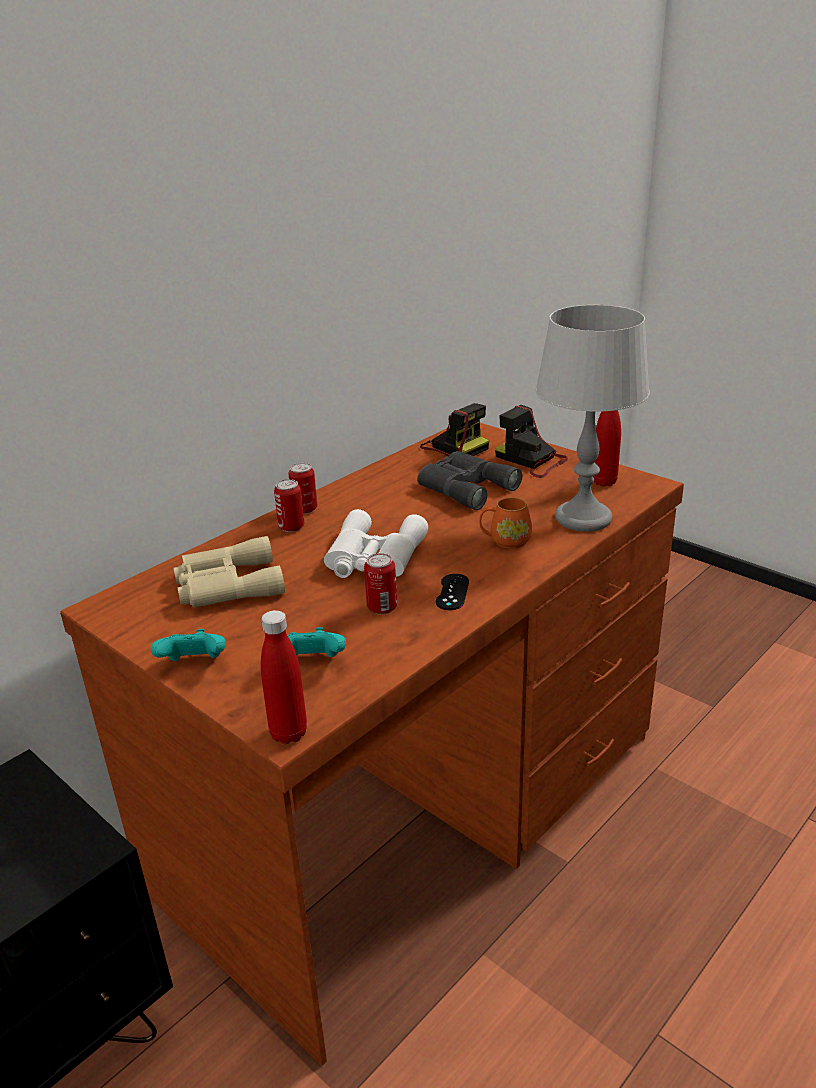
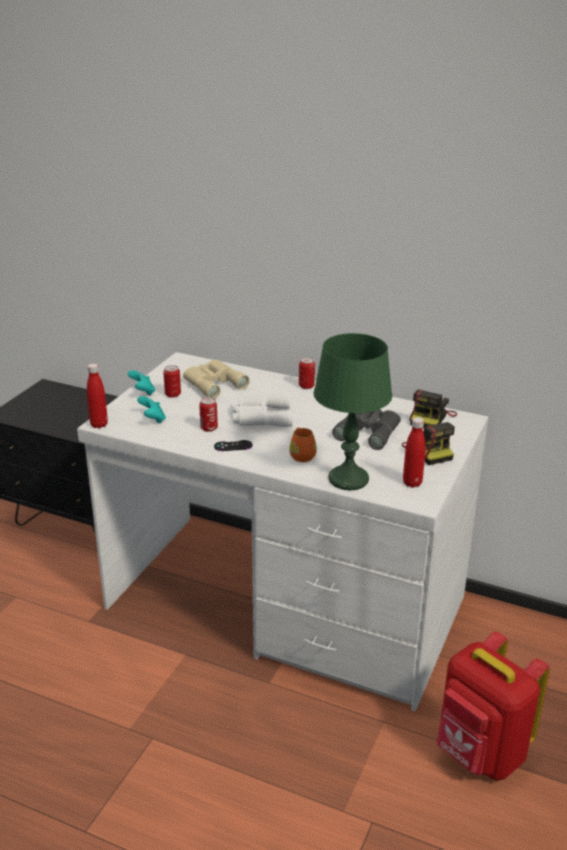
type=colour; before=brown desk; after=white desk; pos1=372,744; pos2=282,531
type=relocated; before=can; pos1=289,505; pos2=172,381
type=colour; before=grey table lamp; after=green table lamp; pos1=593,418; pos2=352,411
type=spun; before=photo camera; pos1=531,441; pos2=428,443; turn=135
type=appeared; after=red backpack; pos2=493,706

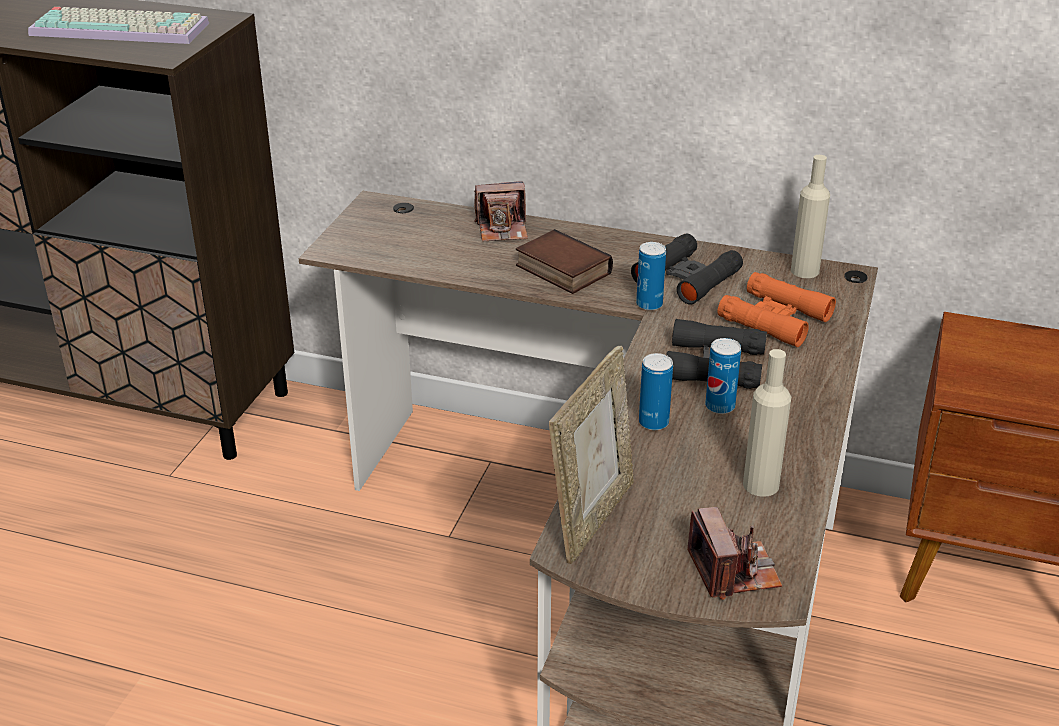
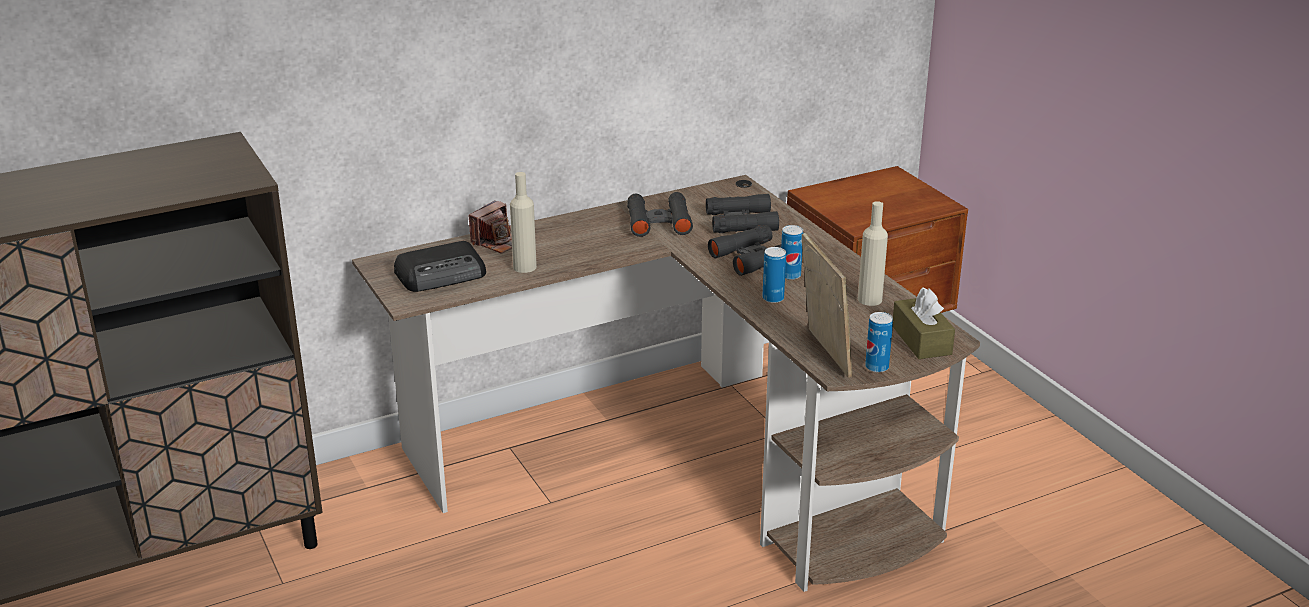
type=appeared; after=radio; pos2=440,266
type=relocated; before=beige bottle; pos1=810,216; pos2=523,222
type=colour; before=orange binoculars; after=black binoculars; pos1=777,309; pos2=742,213
type=relocated; before=can; pos1=651,276; pos2=879,342
type=exchanged; before=photo camera; after=brown tissue box; pos1=734,553; pos2=924,323
type=missing; before=keyboard; pos1=118,25
type=missing; before=book; pos1=564,261

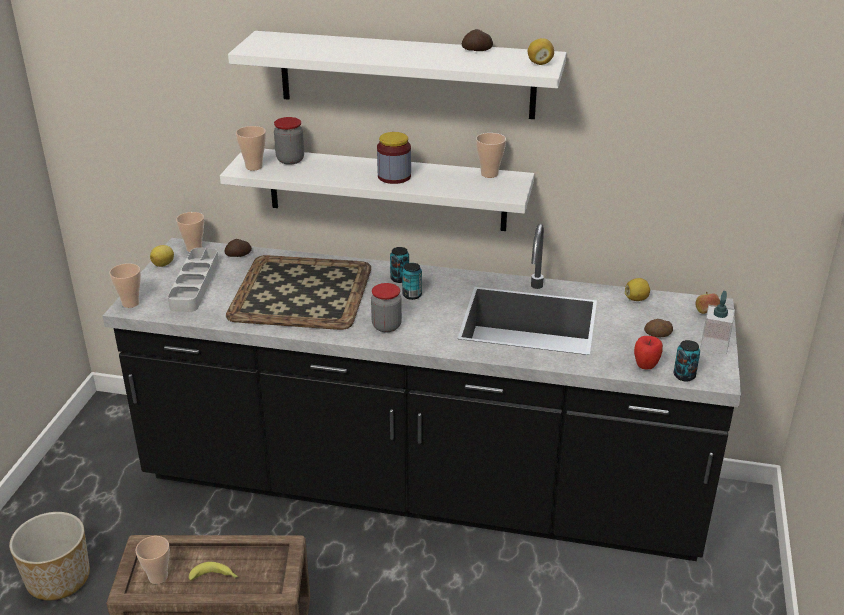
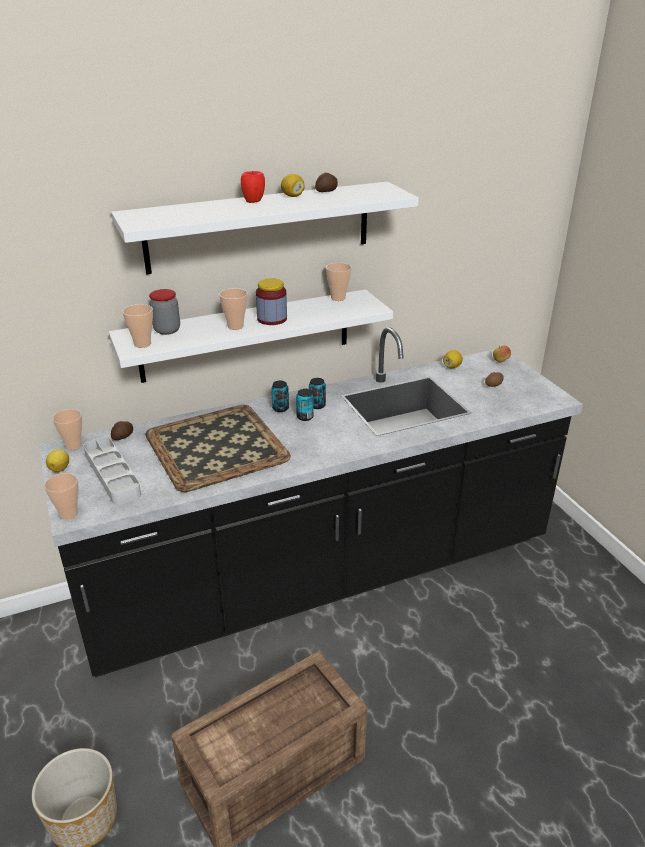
type=relocated; before=cup; pos1=153,560; pos2=233,309
type=relocated; before=apple; pos1=648,352; pos2=253,187
type=relocated; before=lemon; pos1=541,51; pos2=293,185
type=relocated; before=can; pos1=687,360; pos2=317,393
type=missing; before=banana; pos1=213,571
type=missing; before=jar; pos1=386,307
type=missing; before=soap dispenser; pos1=717,322

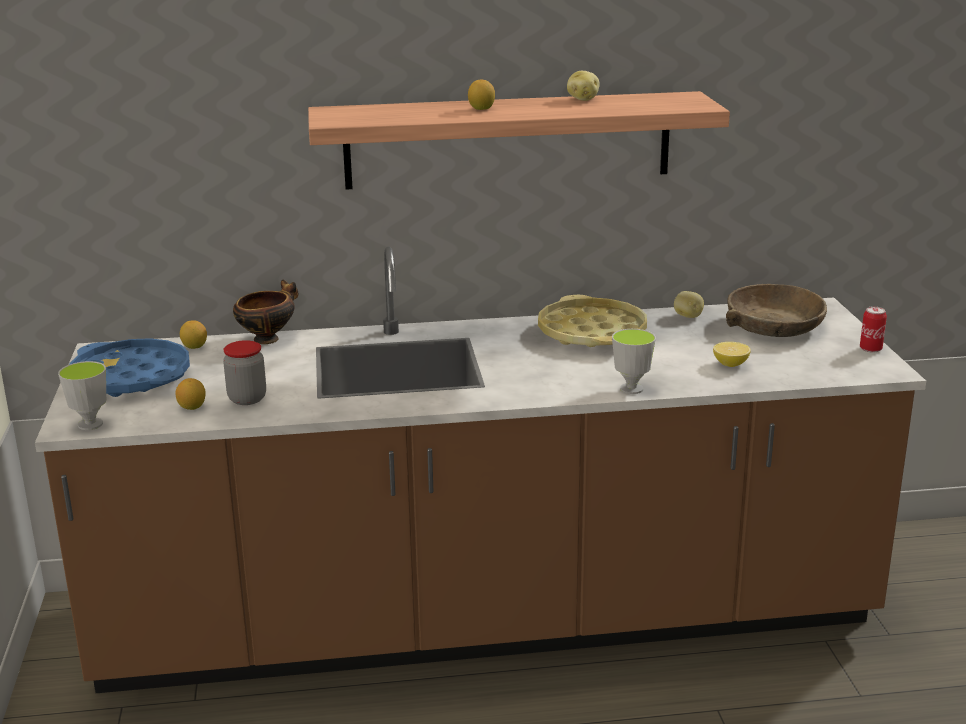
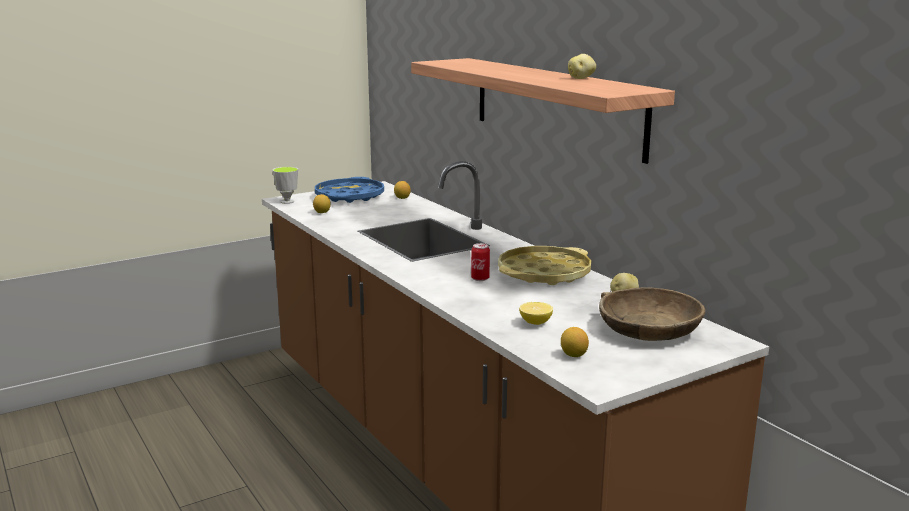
type=relocated; before=can; pos1=873,330; pos2=480,262
type=relocated; before=lemon; pos1=481,95; pos2=575,342
type=missing; before=jar; pos1=244,372
type=missing; before=bowl; pos1=266,312
type=missing; before=cup; pos1=634,361

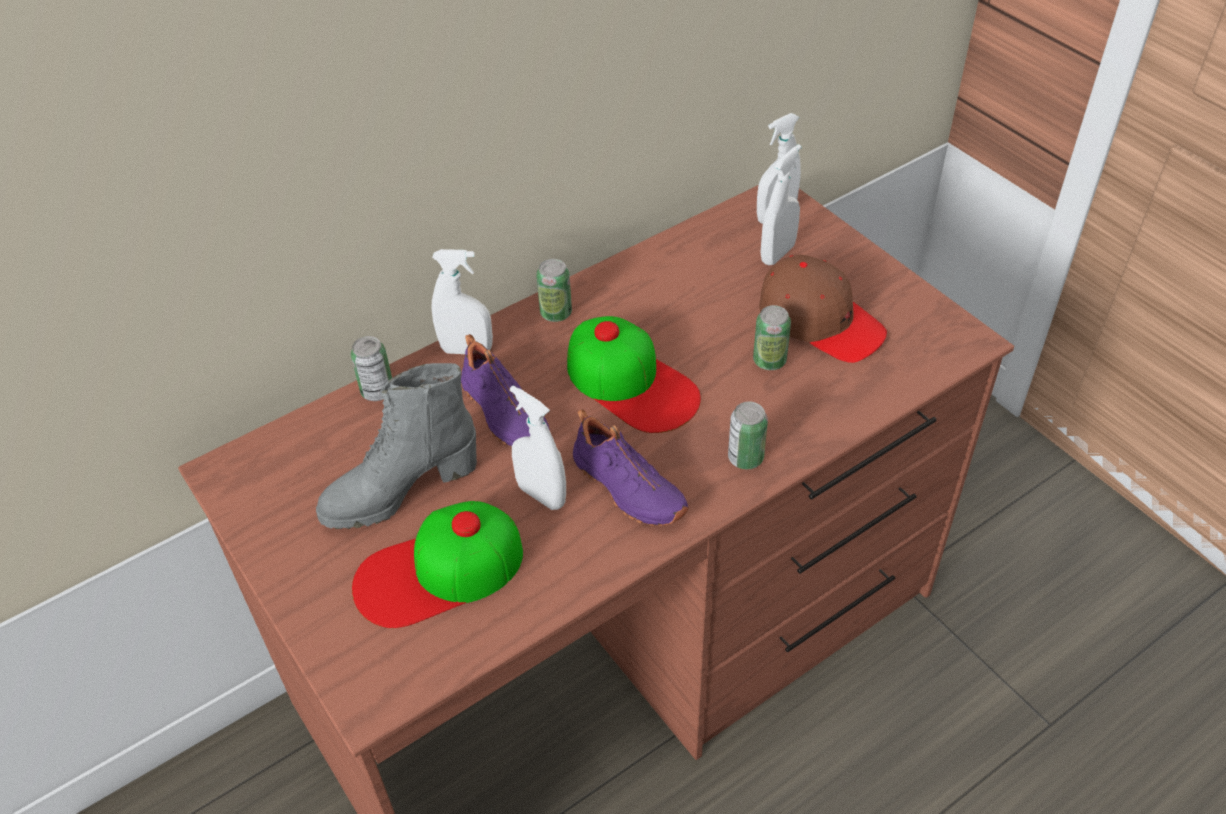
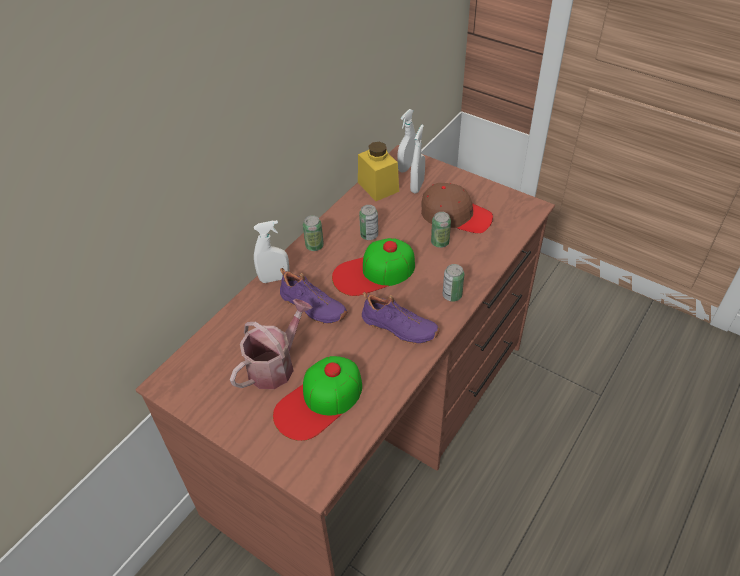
type=exchanged; before=grey boot; after=watering can; pos1=396,446; pos2=271,344
type=spun; before=cap; pos1=634,374; pos2=373,267; turn=135
type=appeared; after=yellow jar; pos2=378,171
type=relocated; before=can; pos1=371,368; pos2=368,222
type=missing; before=white spray bottle; pos1=538,447

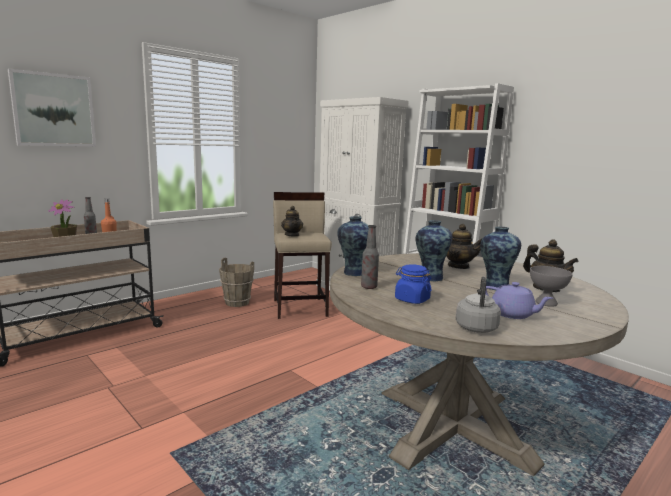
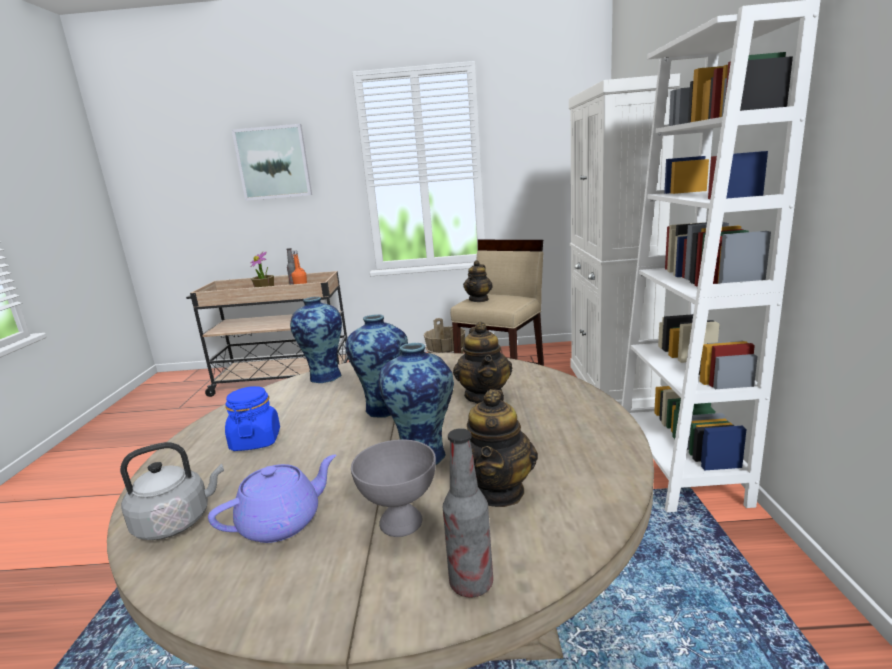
type=spun; before=purple teapot; pos1=519,300; pos2=272,498; turn=-120
type=relocated; before=bottle; pos1=370,257; pos2=468,512

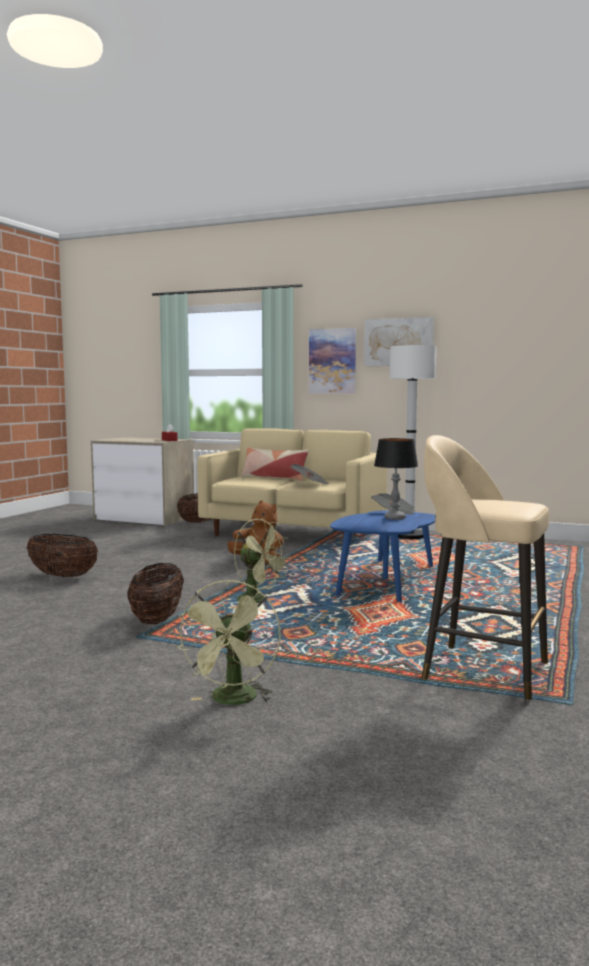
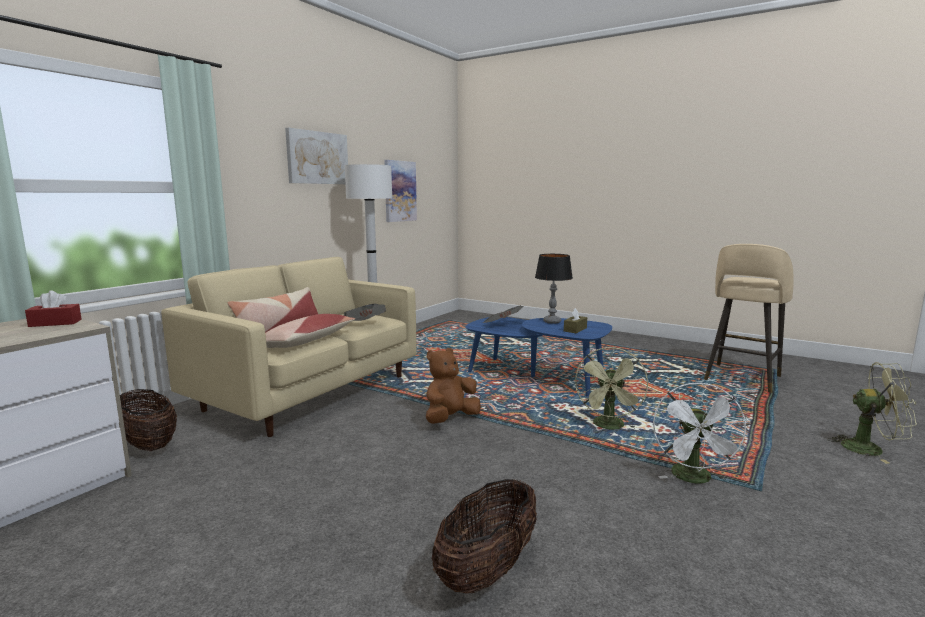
type=appeared; after=pillow; pos2=310,331
type=relocated; before=picture; pos1=332,361; pos2=401,191
type=appeared; after=brown tissue box; pos2=575,320
type=spun; before=green fan; pos1=262,561; pos2=611,388; turn=150
type=exchanged; before=basket; after=white fan; pos1=155,594; pos2=701,433

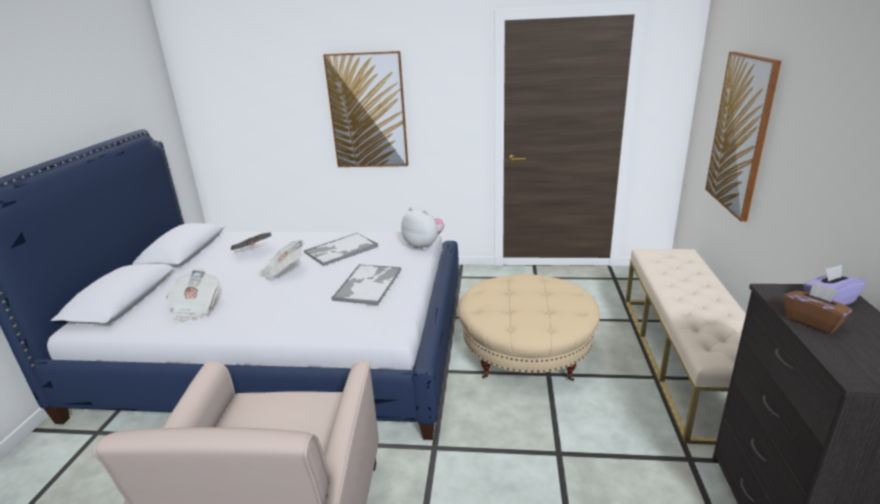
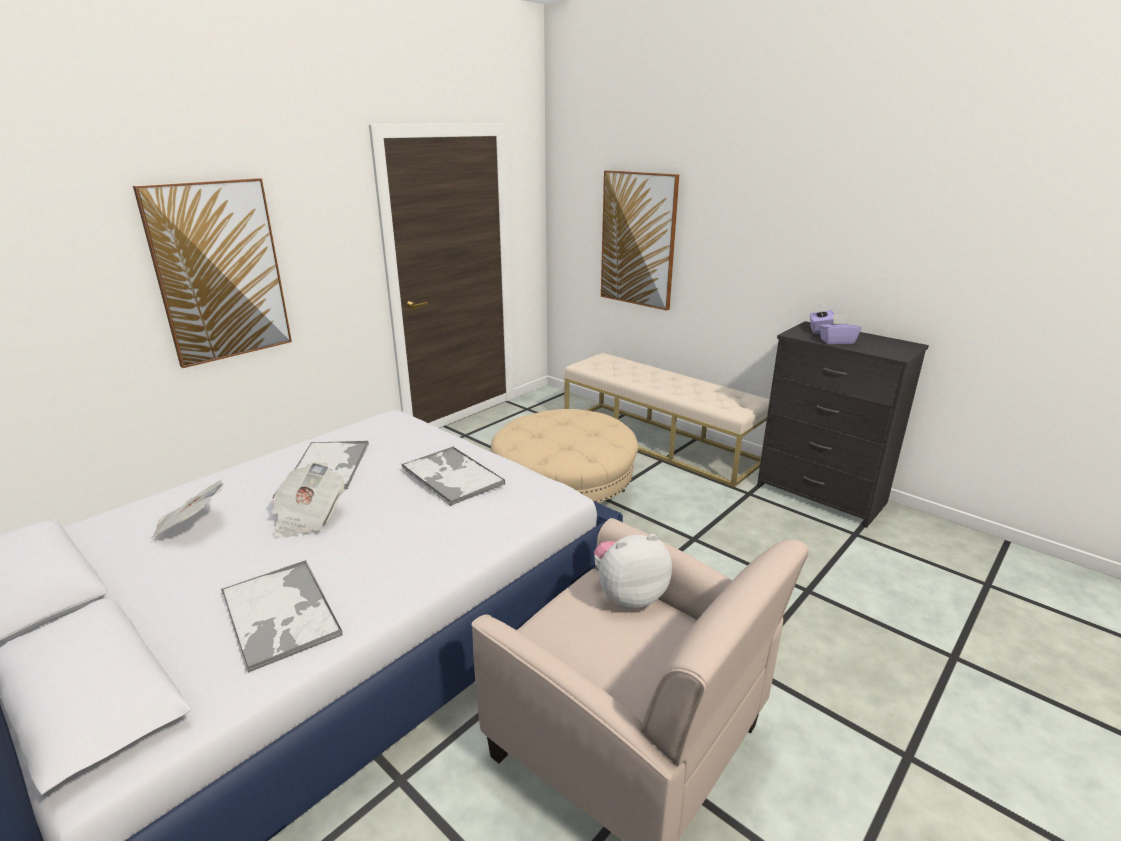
type=exchanged; before=newspaper; after=tray; pos1=193,296; pos2=282,616
type=relocated; before=plush toy; pos1=422,228; pos2=633,571
type=colour; before=brown tissue box; after=purple tissue box; pos1=818,308; pos2=840,329

